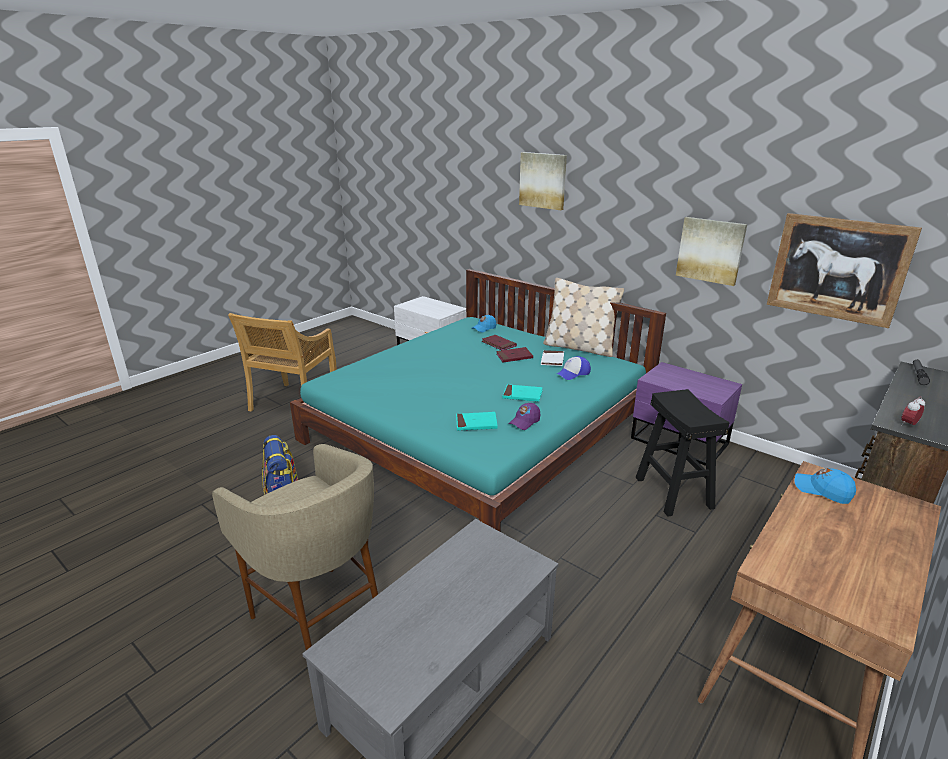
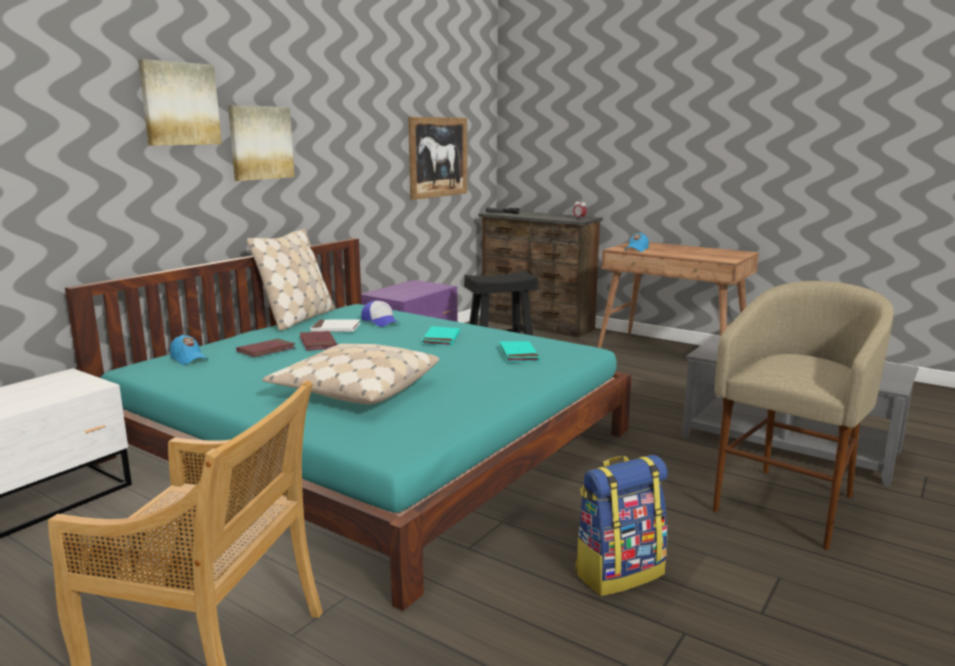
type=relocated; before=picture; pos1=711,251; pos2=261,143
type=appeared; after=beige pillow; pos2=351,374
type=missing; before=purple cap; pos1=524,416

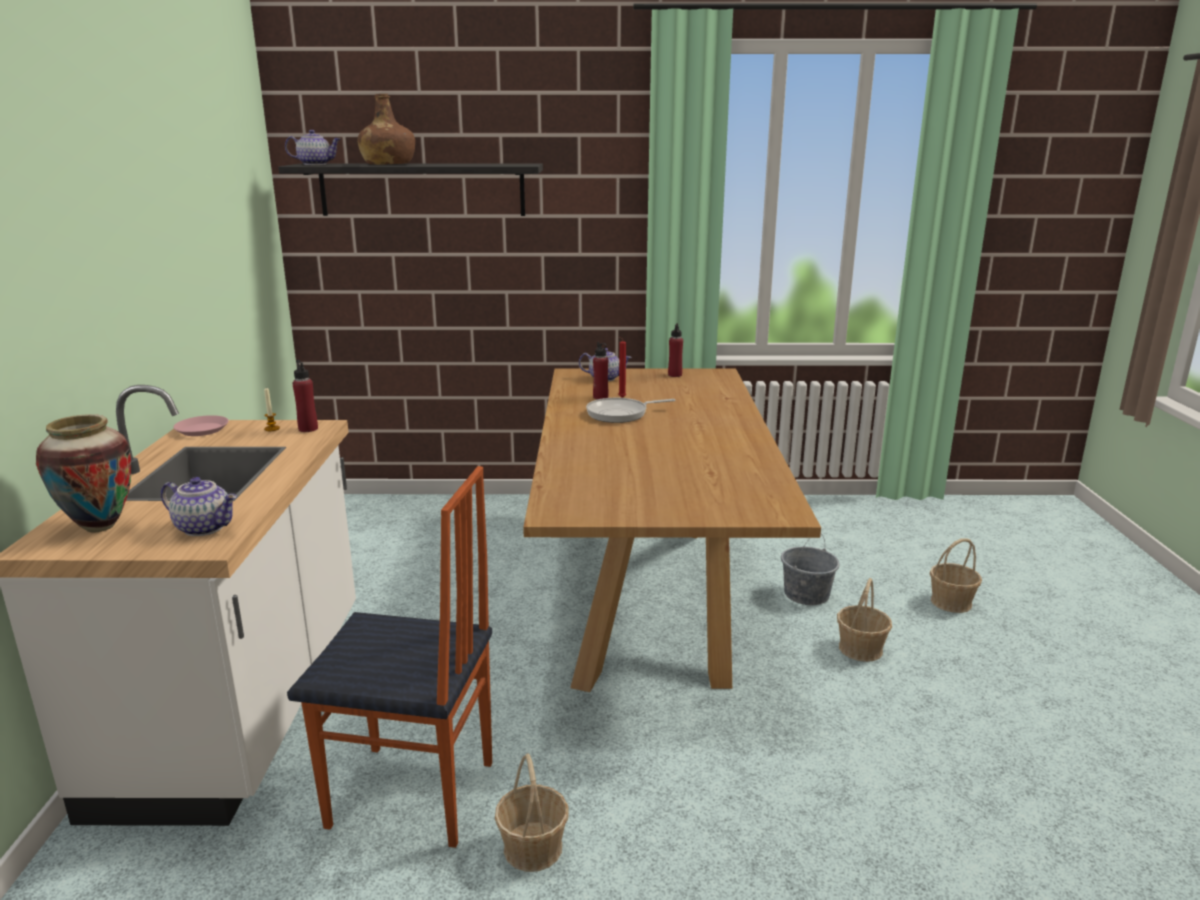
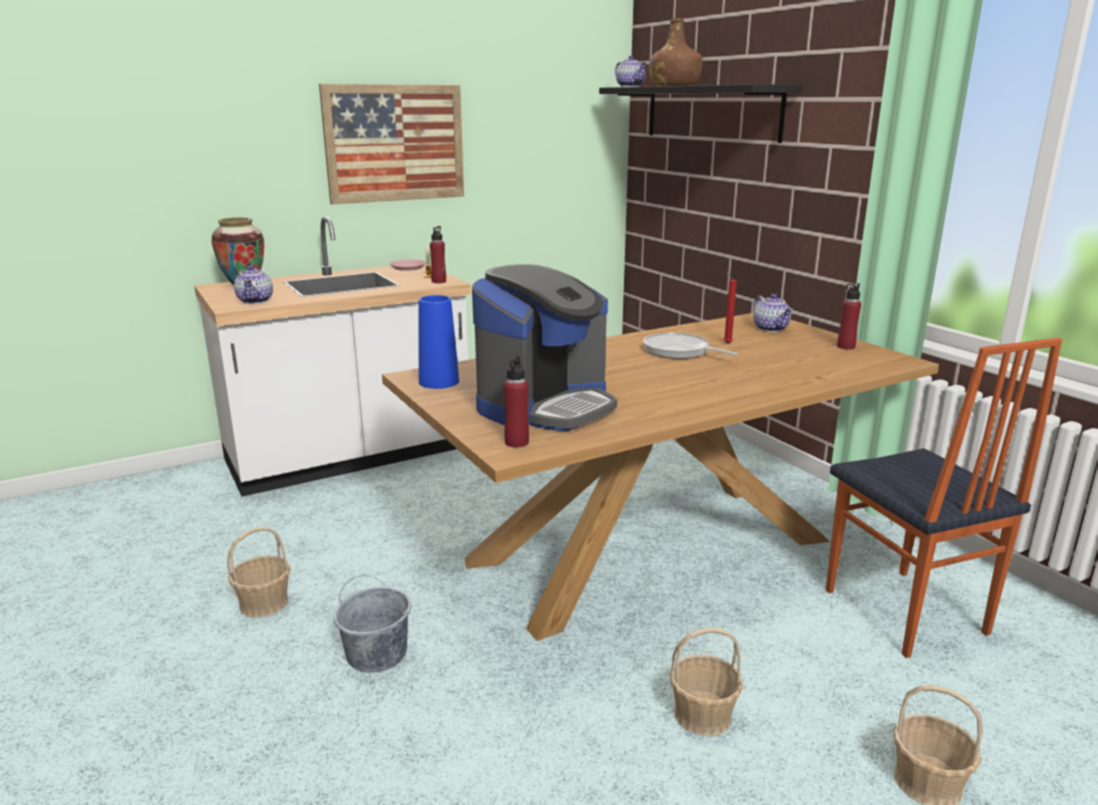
type=appeared; after=picture; pos2=391,144
type=relocated; before=grey bucket; pos1=810,570; pos2=372,624
type=appeared; after=blue vase; pos2=438,342
type=appeared; after=coffee machine; pos2=544,347
type=relocated; before=red bottle; pos1=600,370; pos2=516,402
type=relocated; before=chair; pos1=389,657; pos2=944,497

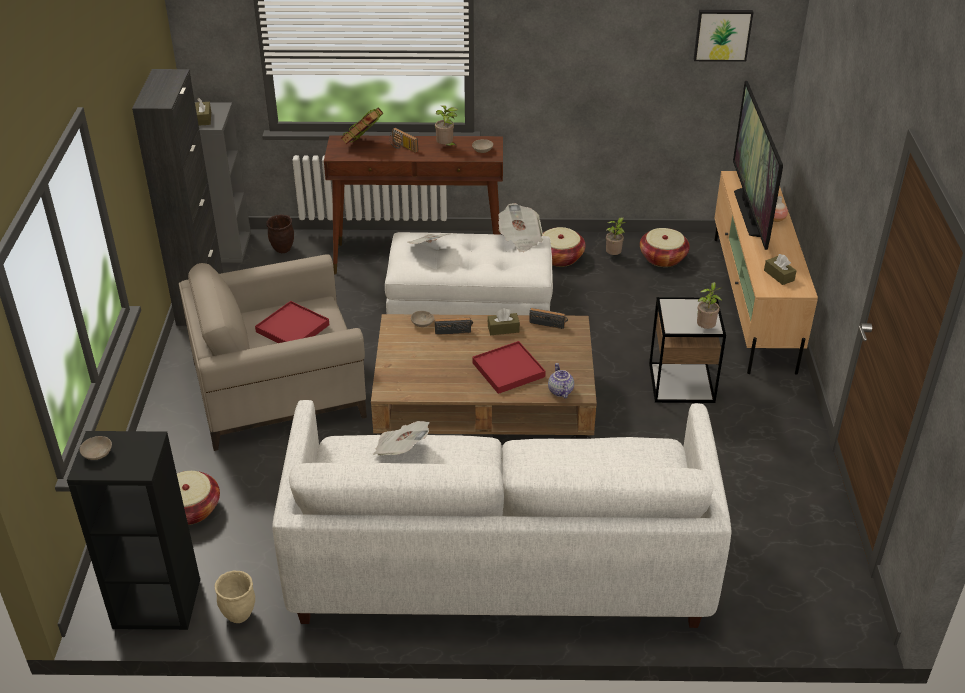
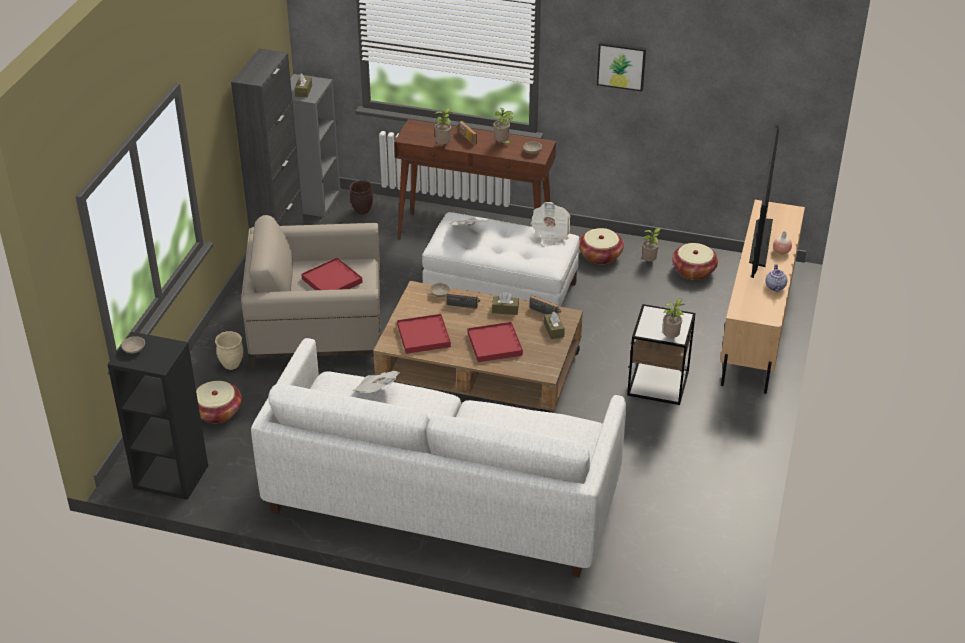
type=relocated; before=beige planter; pos1=234,597; pos2=229,350
type=appeared; after=red tray; pos2=424,334
type=appeared; after=potted plant; pos2=443,126
type=relocated; before=brown tissue box; pos1=780,269; pos2=554,325
type=relocated; before=picture; pos1=723,36; pos2=621,67
type=relocated; before=teapot; pos1=561,380; pos2=776,278
type=missing; before=book; pos1=363,125

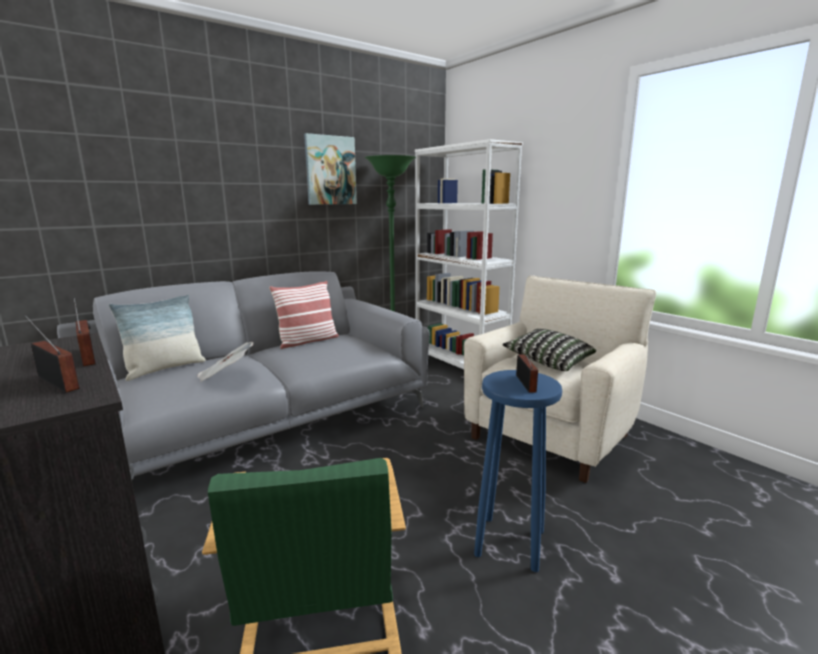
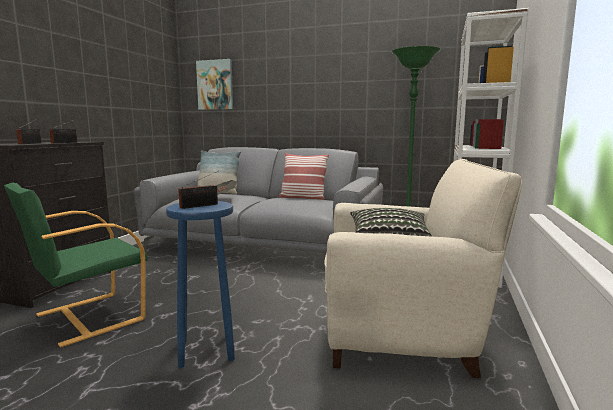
type=relocated; before=picture; pos1=330,169; pos2=214,84

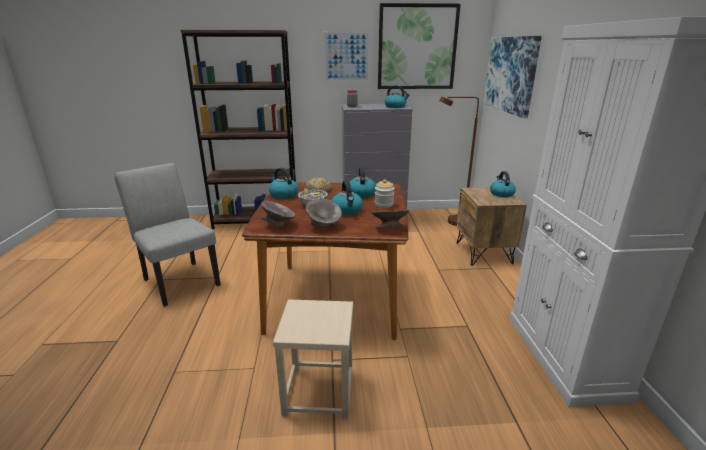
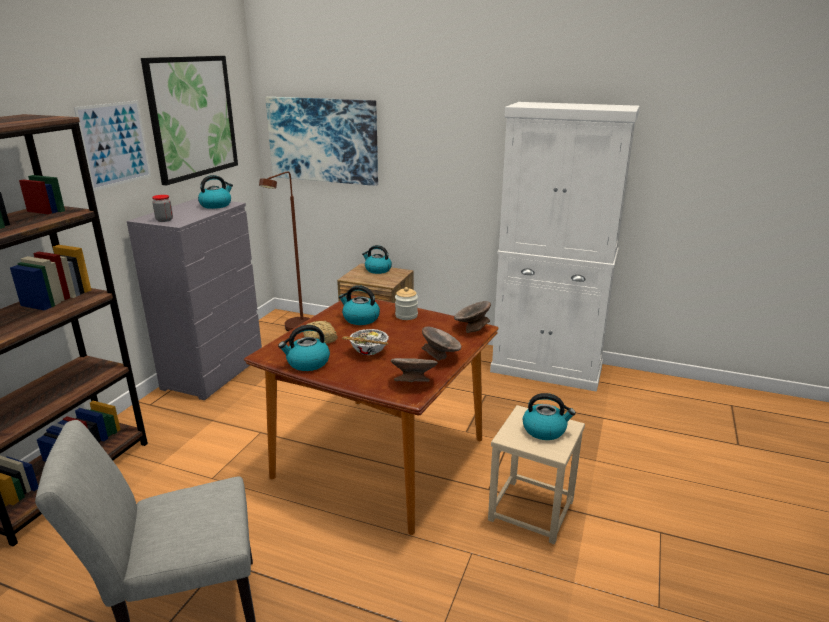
type=relocated; before=kettle; pos1=347,197; pos2=549,416

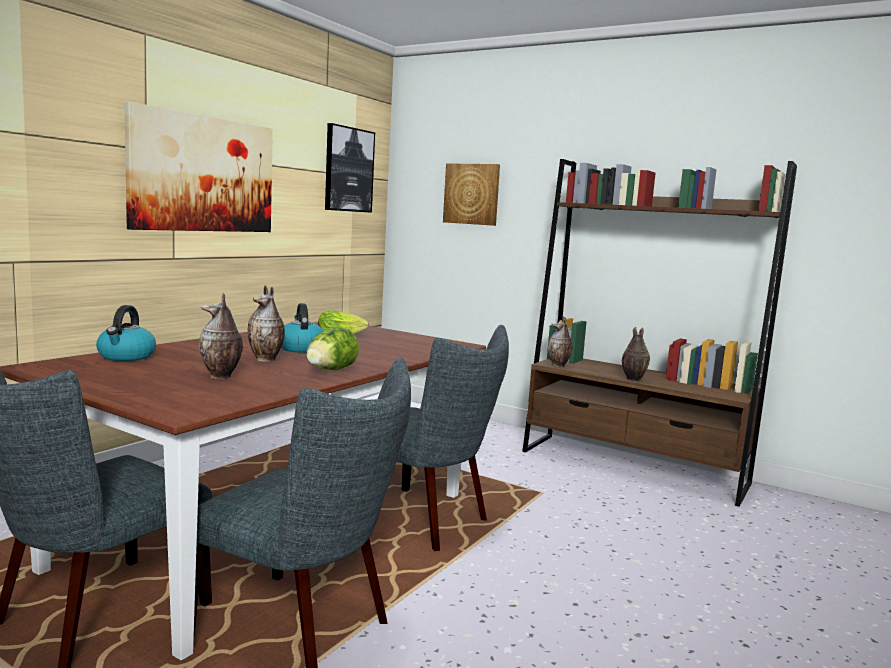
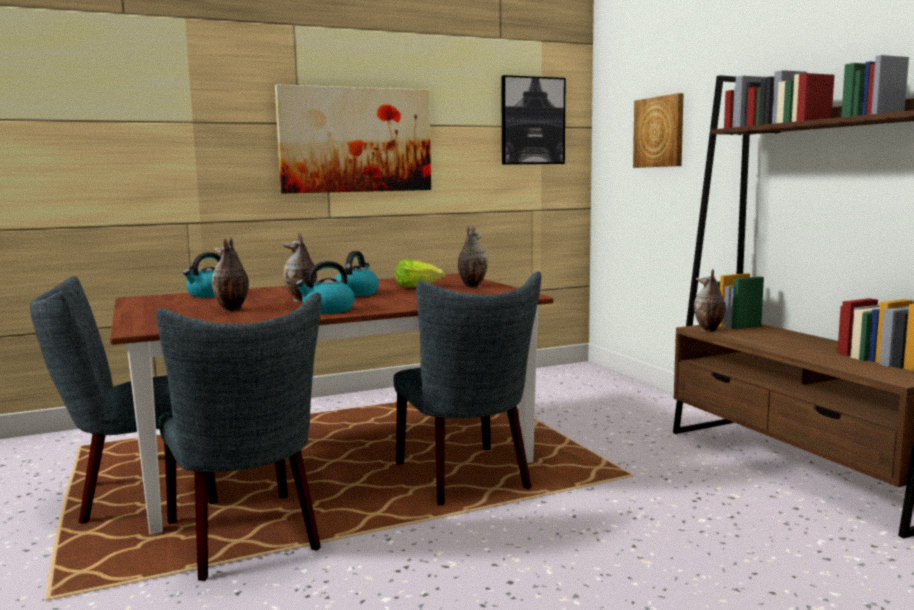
type=exchanged; before=lettuce; after=kettle; pos1=332,348; pos2=324,287
type=relocated; before=vase; pos1=636,354; pos2=472,256

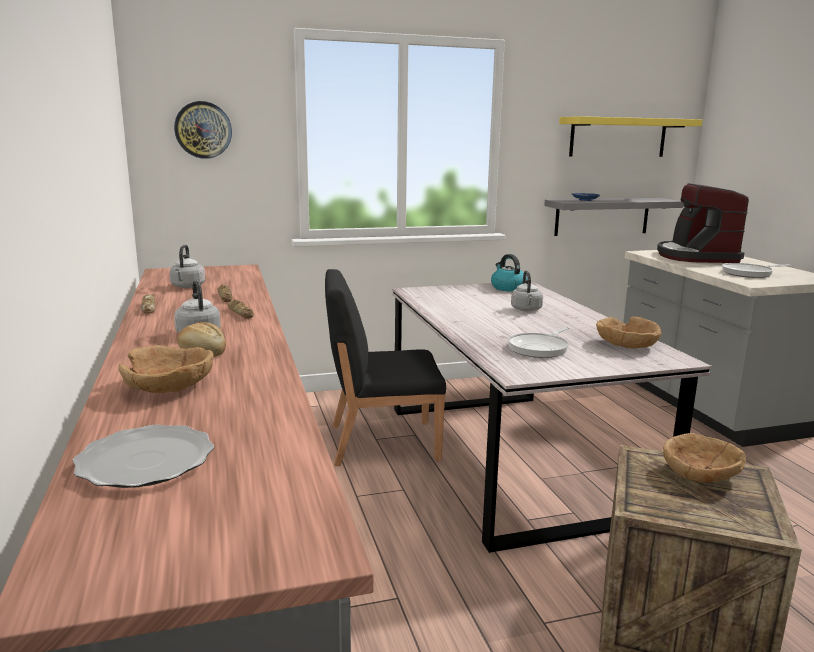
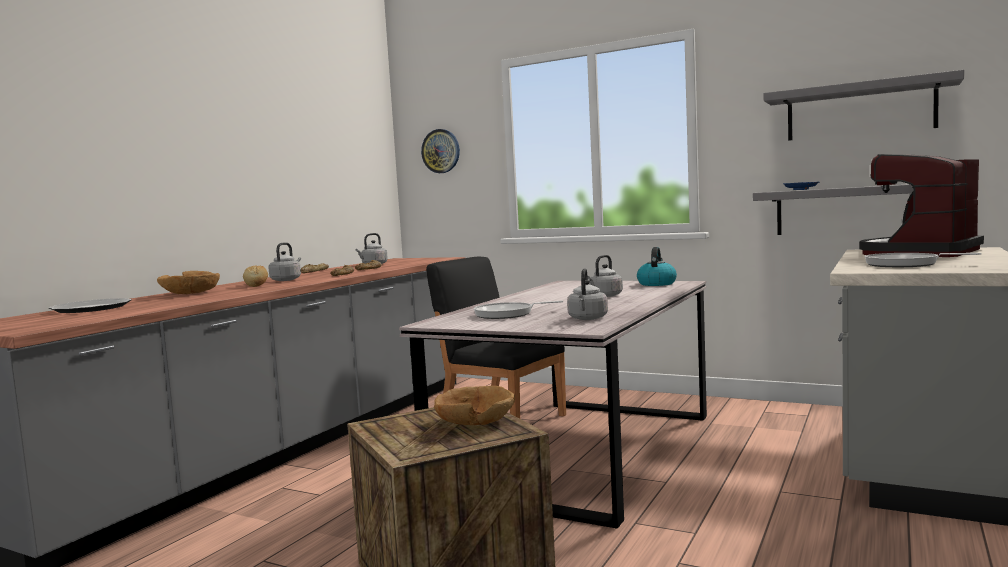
type=exchanged; before=brown bowl; after=grey kettle; pos1=629,332; pos2=587,294
type=colour; before=yellow shelf; after=grey shelf; pos1=631,136; pos2=864,105

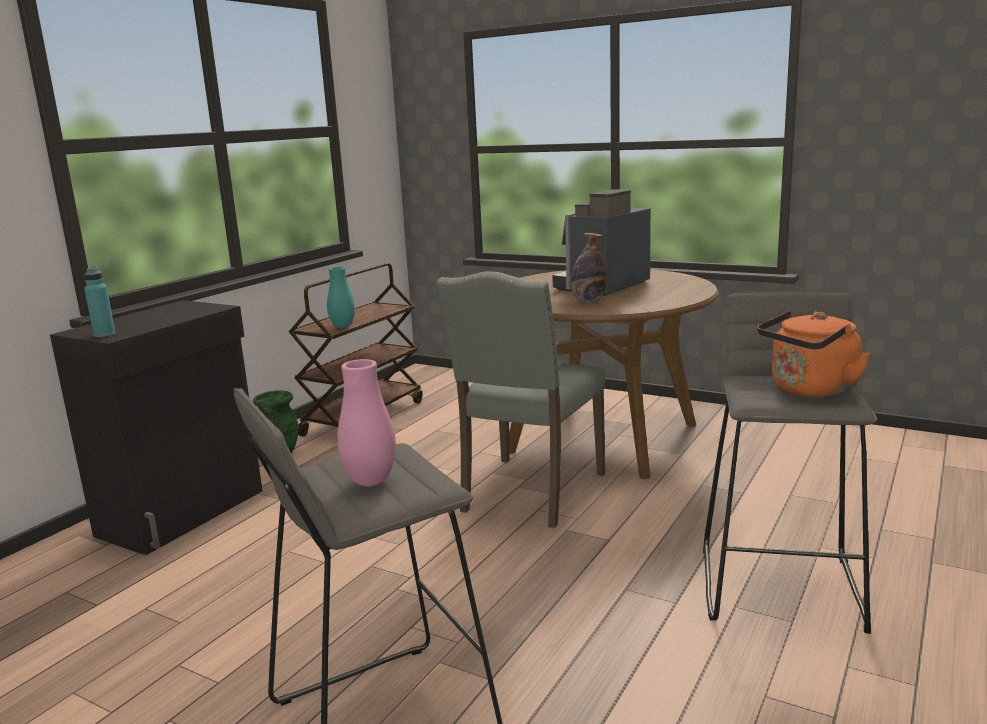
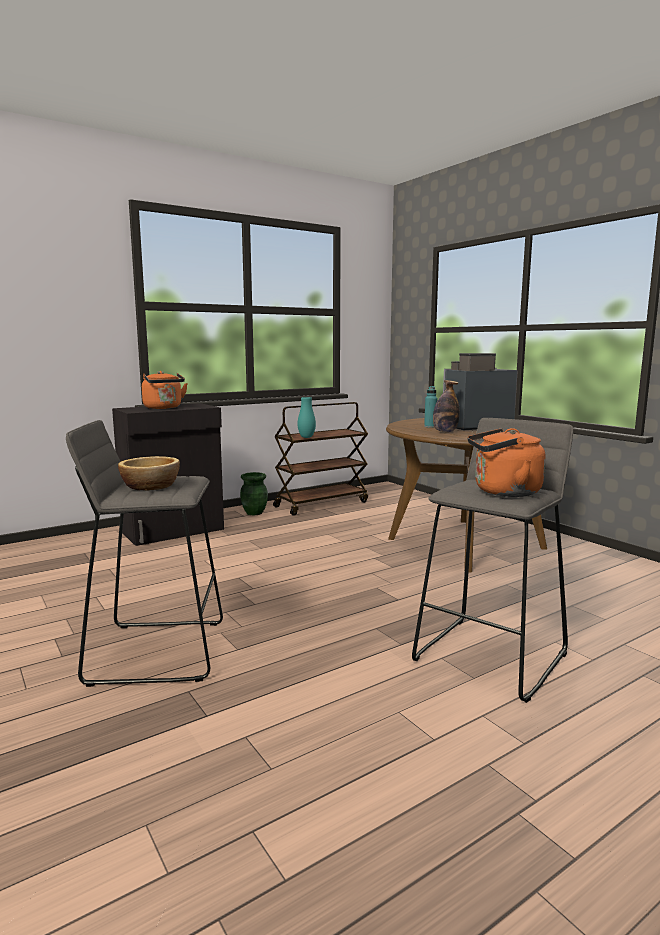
type=exchanged; before=pink vase; after=bowl; pos1=366,423; pos2=149,473
type=appeared; after=orange kettle; pos2=165,390
type=relocated; before=turquoise bottle; pos1=100,301; pos2=430,407
type=missing; before=grey chair; pos1=521,400

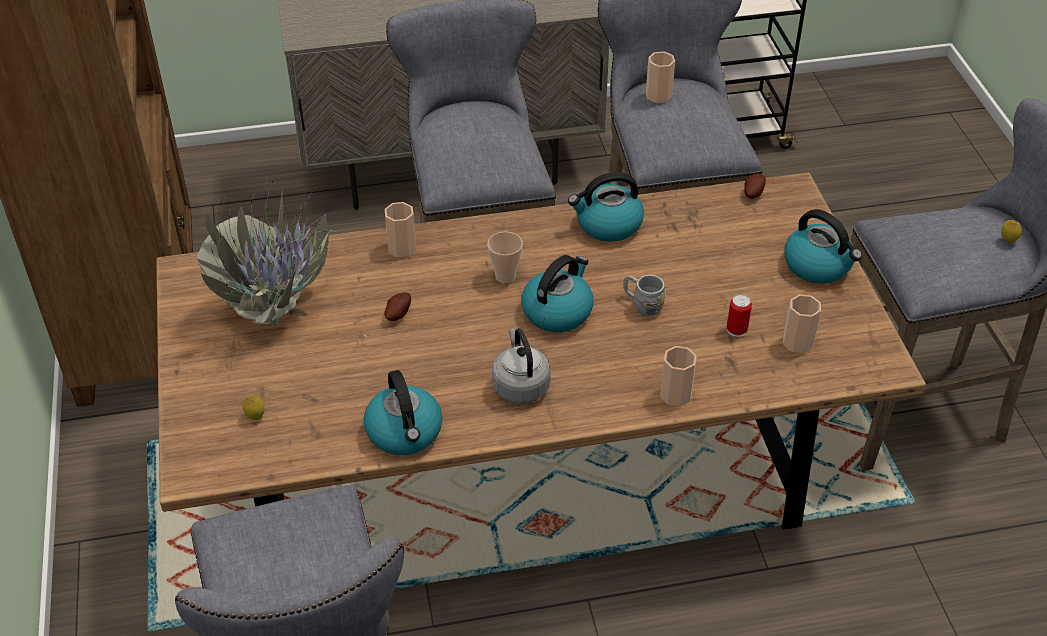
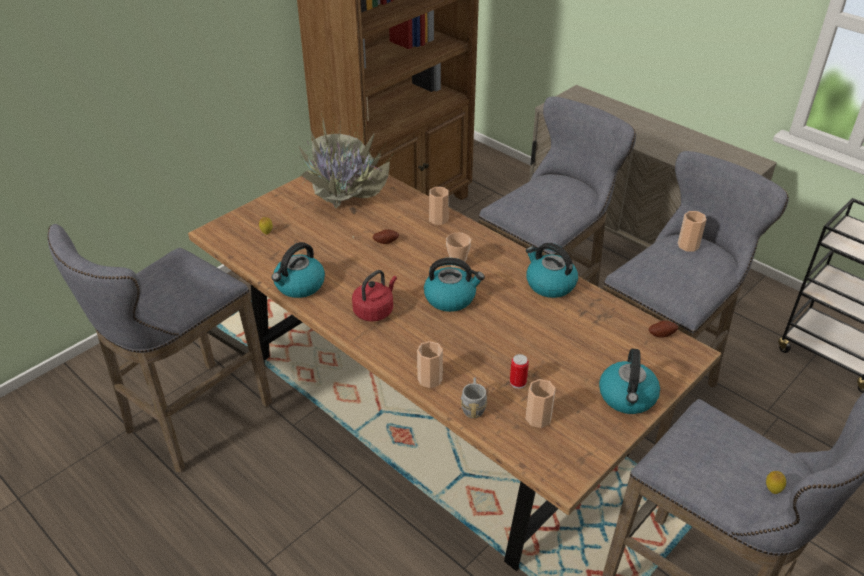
type=colour; before=grey kettle; after=red kettle; pos1=521,366; pos2=374,296
type=relocated; before=grey mug; pos1=644,295; pos2=474,398

